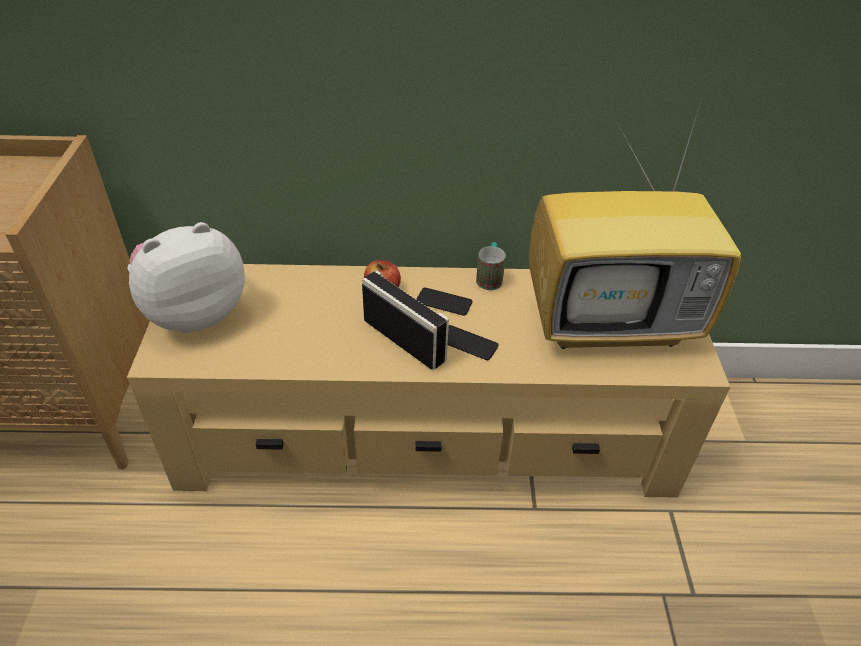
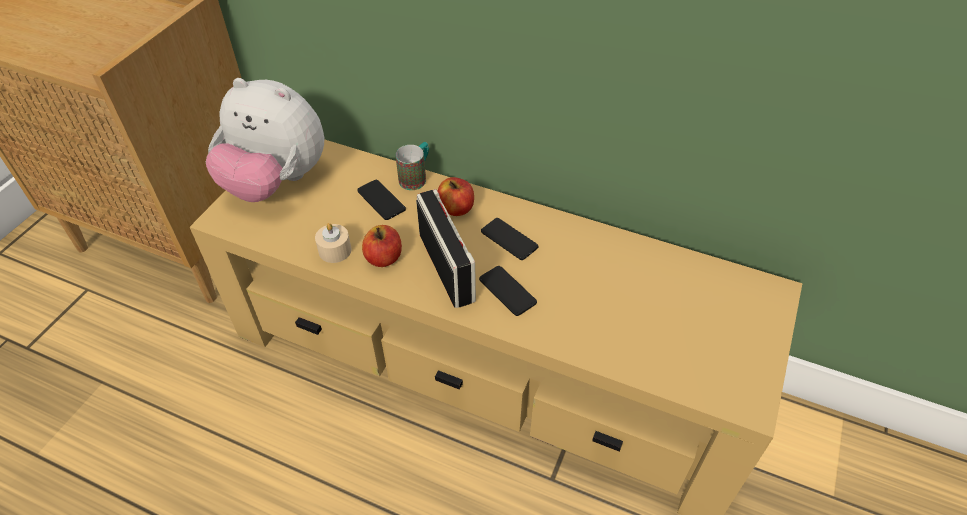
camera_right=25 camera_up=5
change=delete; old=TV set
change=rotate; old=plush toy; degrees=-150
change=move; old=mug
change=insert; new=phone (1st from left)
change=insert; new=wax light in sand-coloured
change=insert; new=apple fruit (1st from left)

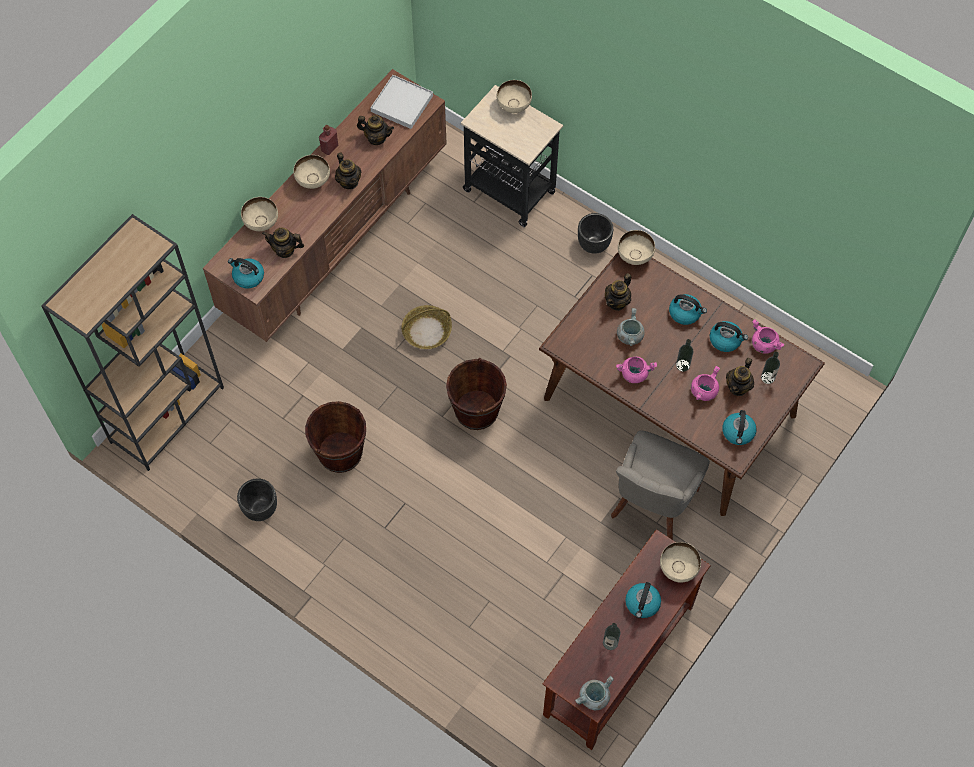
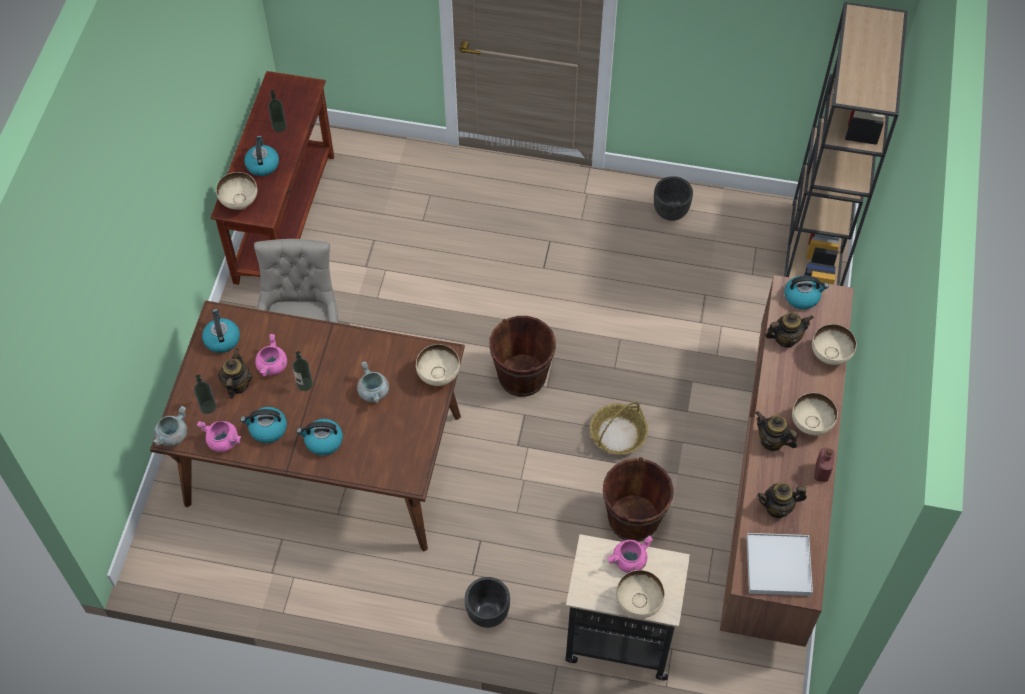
camera_right=155 camera_up=-5
change=move; old=deep dish in sand-coloured (4th from left in the first image); new=deep dish in sand-coloured (2nd from left)
change=delete; old=teapot (4th from left)
change=move; old=saucepot in pink-coloured (1st from left in the first image); new=saucepot in pink-coloured (3rd from left)
change=move; old=water bucket in brown (1st from left in the first image); new=water bucket in brown (2nd from left)
change=move; old=saucepot in greyish (1st from left)

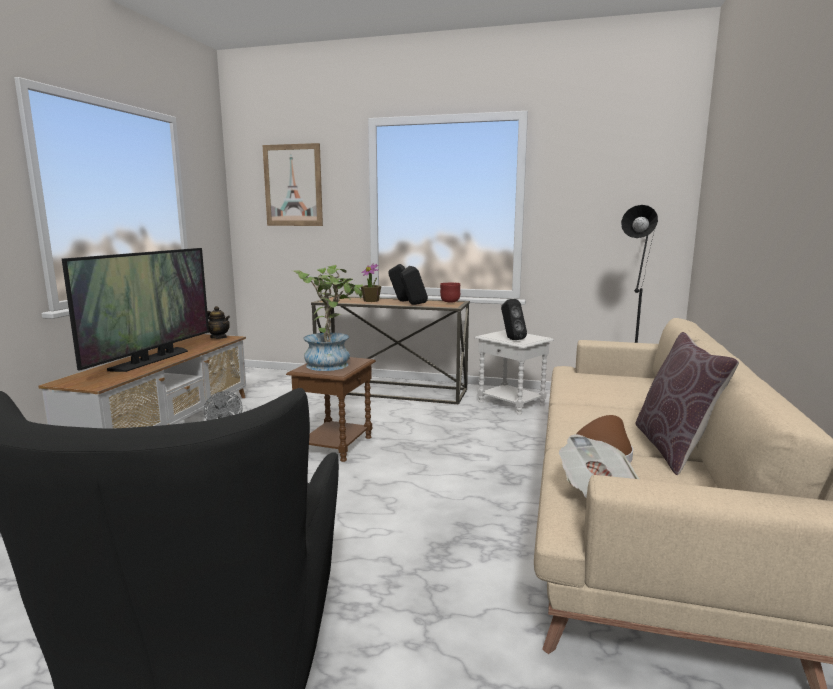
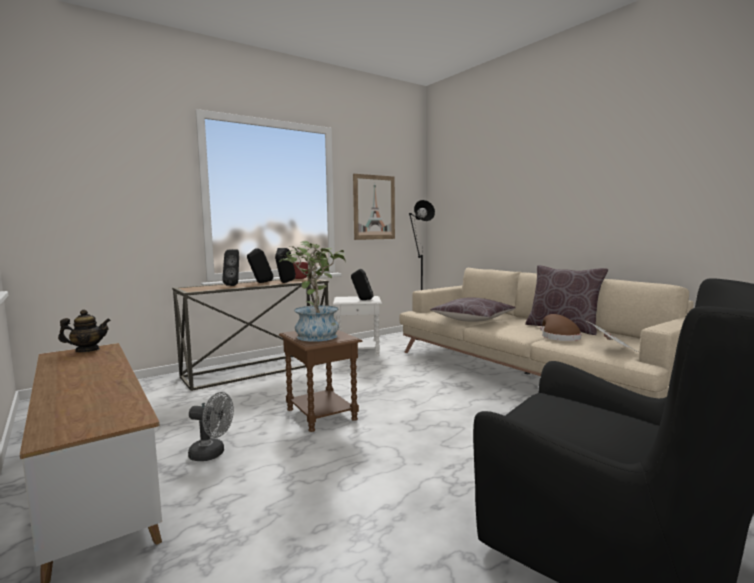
camera_right=-50 camera_up=-5
change=move; old=wall art
change=delete; old=TV set
change=replace; old=potted plant (2nd from left); new=loudspeaker in black (1st from left)
change=insert; new=pillow in brown (1st from left)

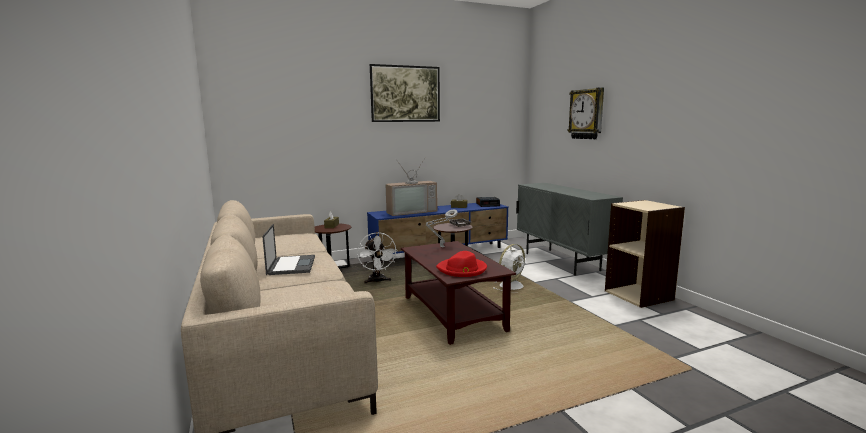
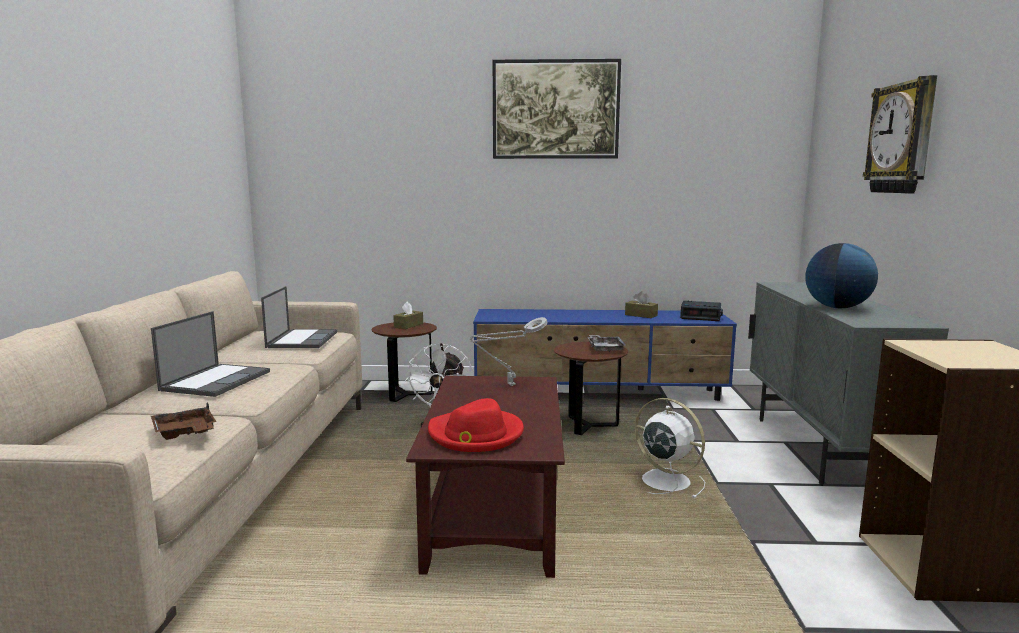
camera_right=25 camera_up=0
change=delete; old=TV set
change=rotate; old=cooling fan in white (2nd from left); degrees=-120
change=insert; new=globe
change=insert; new=portable computer (2nd from left)
change=insert; new=serving tray in brown

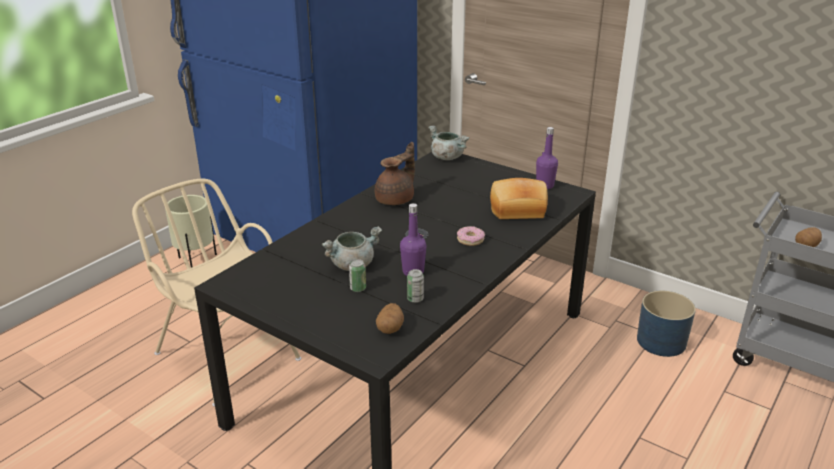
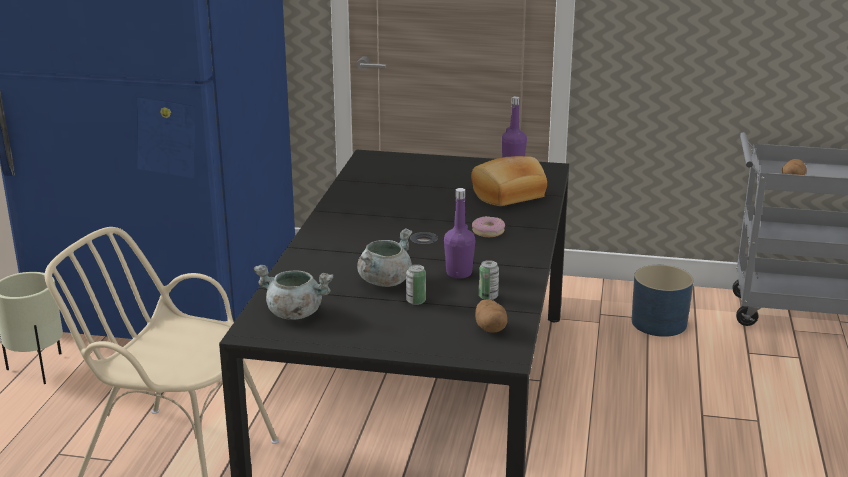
camera_right=-25 camera_up=-5
change=move; old=saucepot in greyish (2nd from left in the first image); new=saucepot in greyish (1st from left)
change=delete; old=teapot in brown

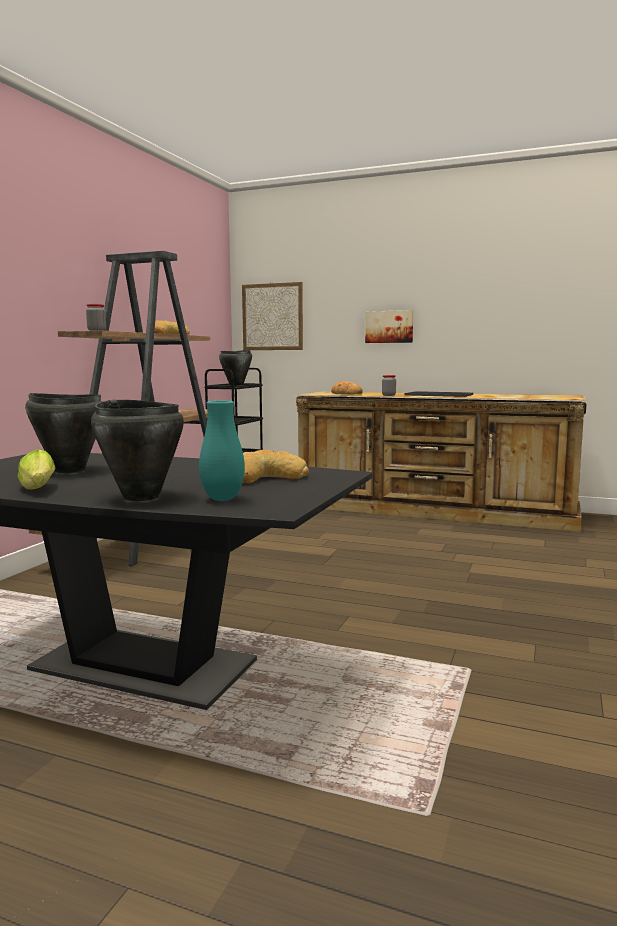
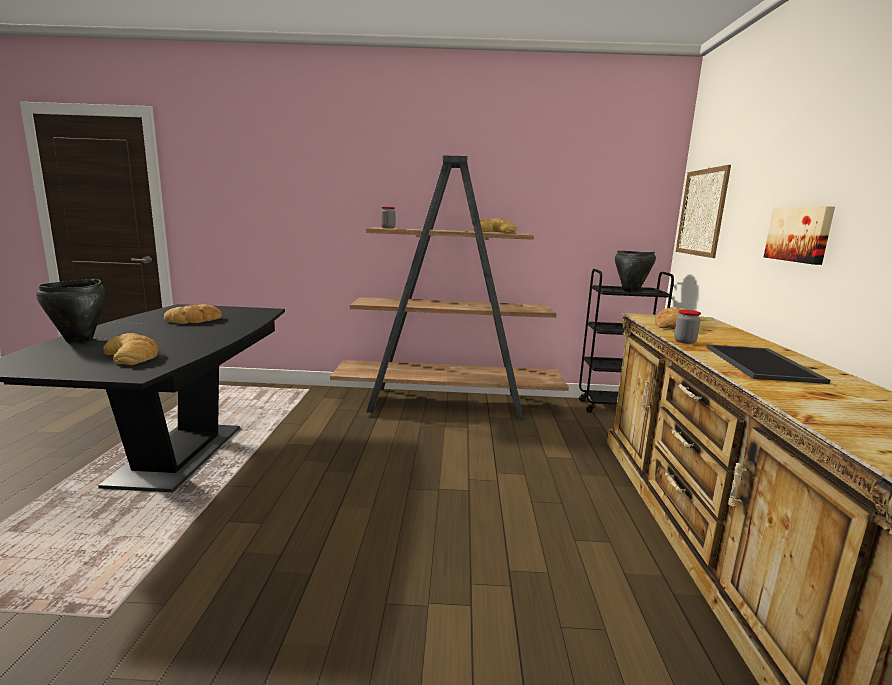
camera_right=70 camera_up=5
change=replace; old=saucepot in black (1st from left); new=baked bread (2nd from left)
change=delete; old=vase in blue-green
change=delete; old=head of lettuce

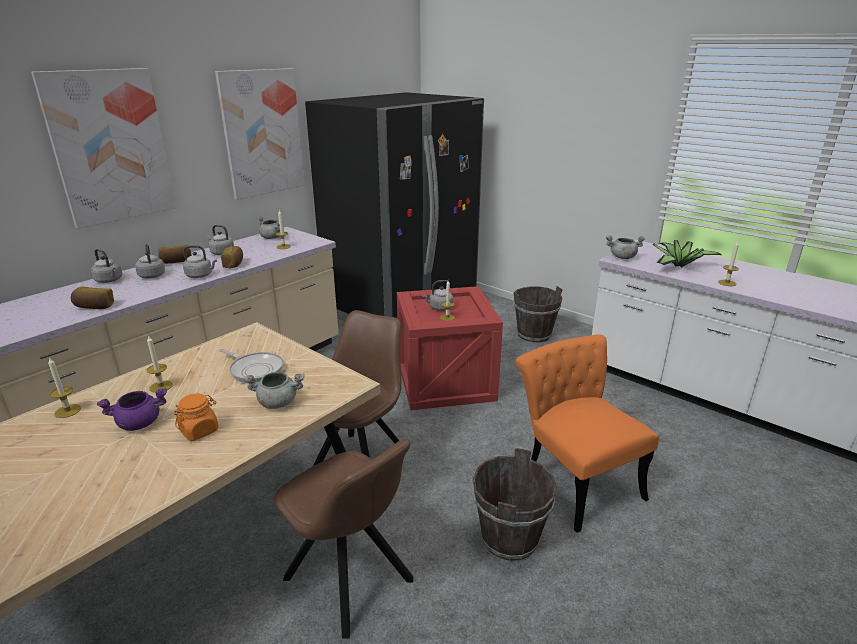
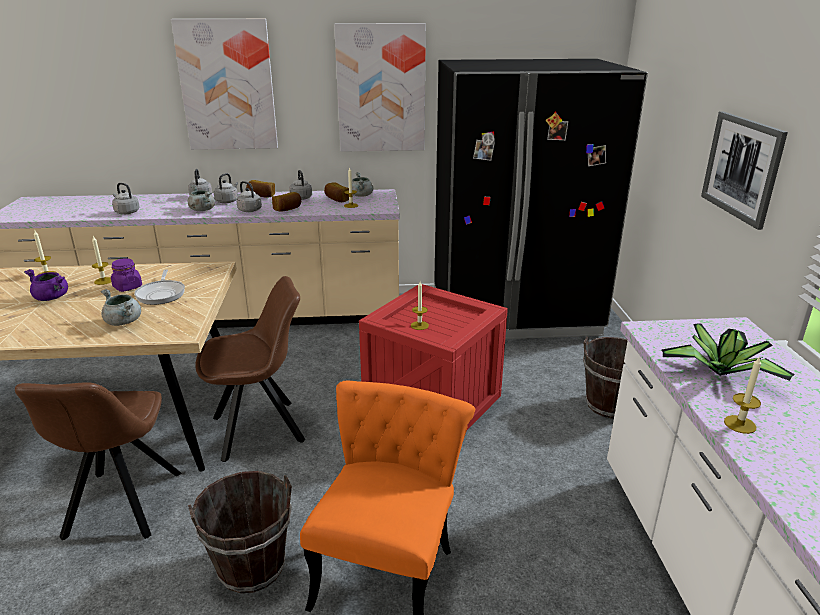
camera_right=45 camera_up=0
change=move; old=saucepot in greyish (3rd from left in the first image); new=saucepot in greyish (2nd from left)
change=move; old=tea kettle in greyish (5th from left in the first image); new=tea kettle in greyish (1st from left)
change=move; old=baked bread (1st from left in the first image); new=baked bread (3rd from left)
change=delete; old=jar in orange-coloured
change=insert; new=wall art (3rd from left)
change=insert; new=jar in purplish

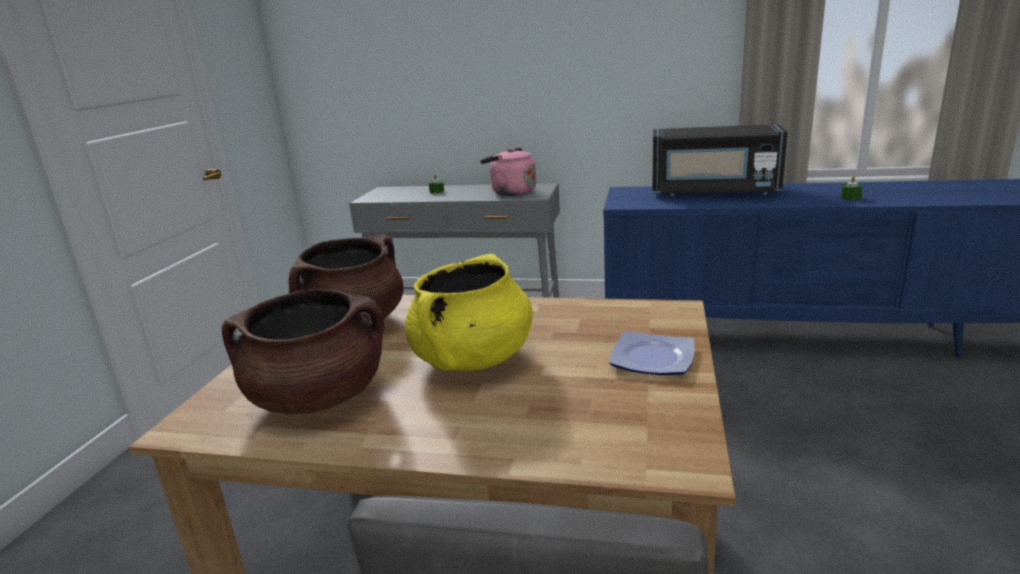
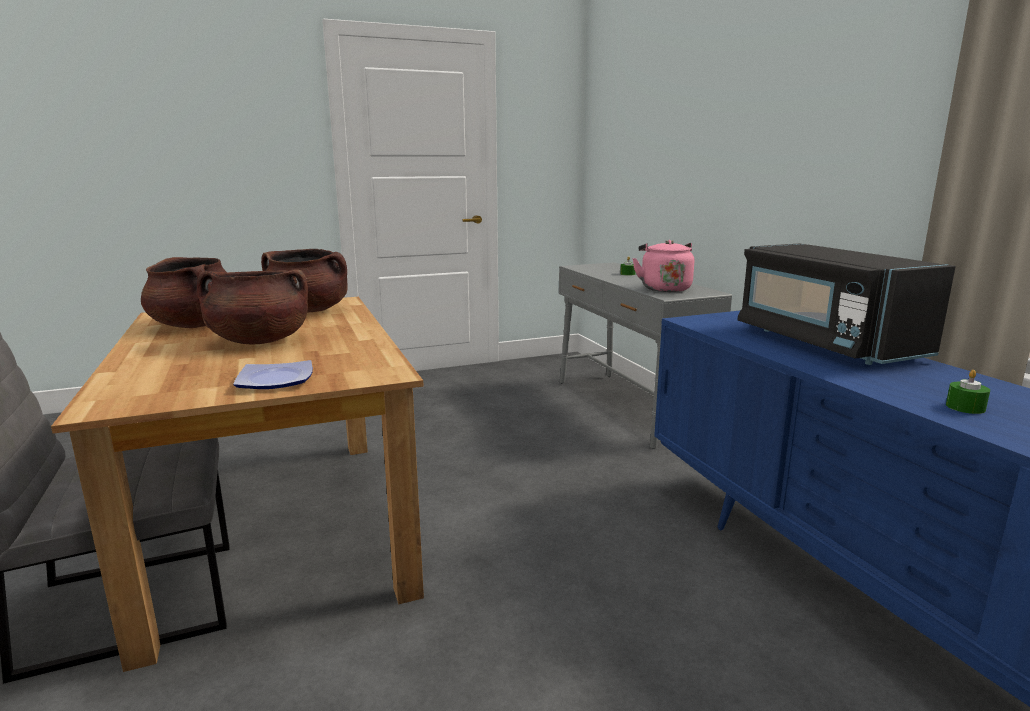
camera_right=55 camera_up=-5
change=recolor; old=saucepot in yellowish; new=saucepot in brown (2nd from left)

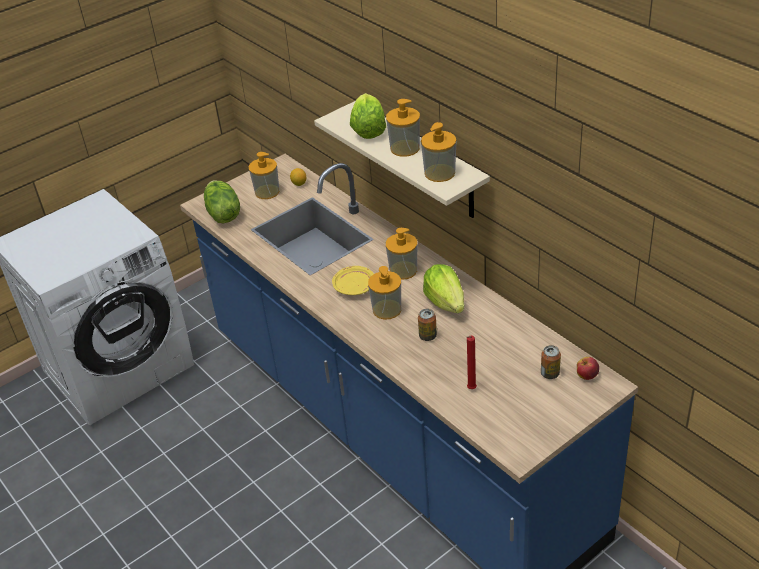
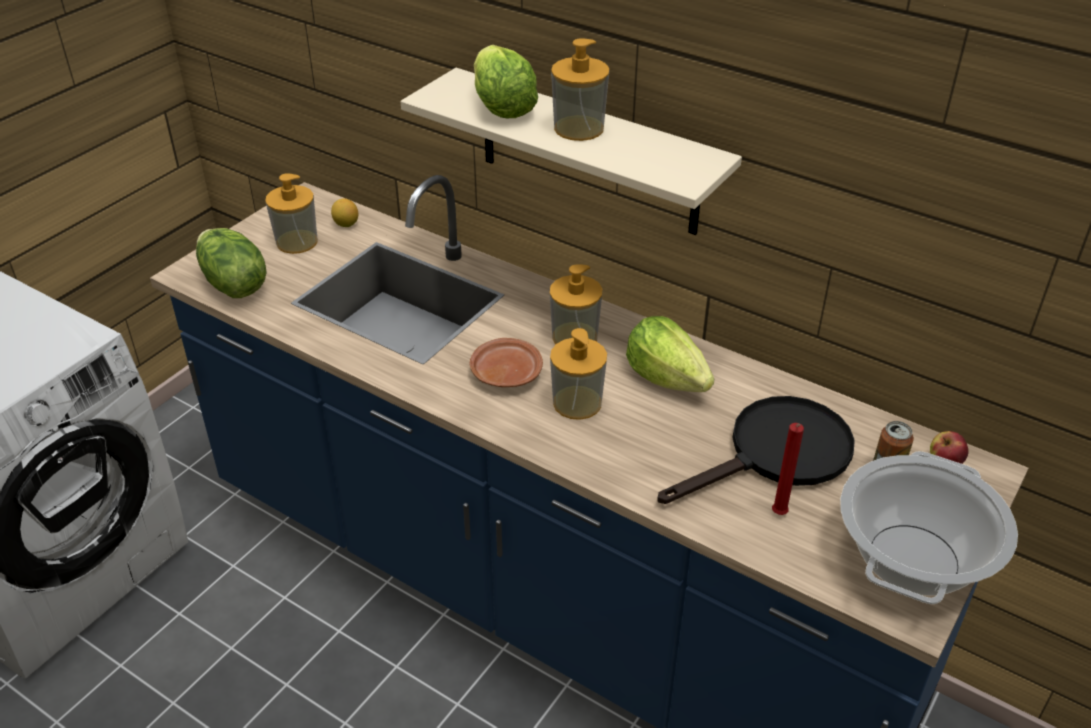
camera_right=-20 camera_up=0
change=delete; old=soap bottle (5th from left)
change=recolor; old=flat dish in yellowish; new=flat dish in brown
change=delete; old=sealed can (1st from left)
change=insert; new=frying pan in black
change=insert; new=saucepot

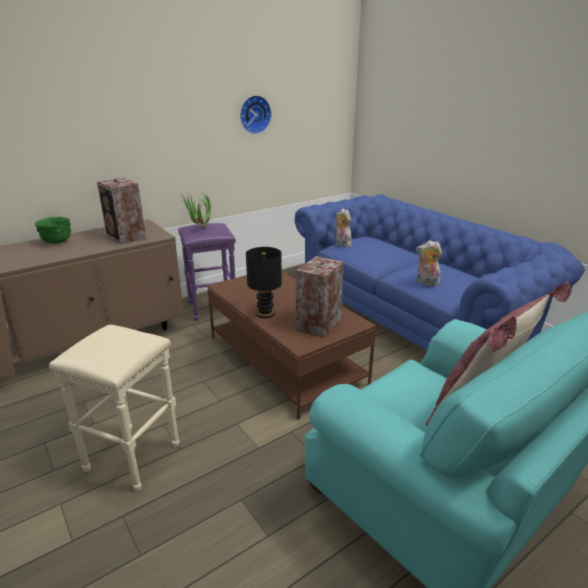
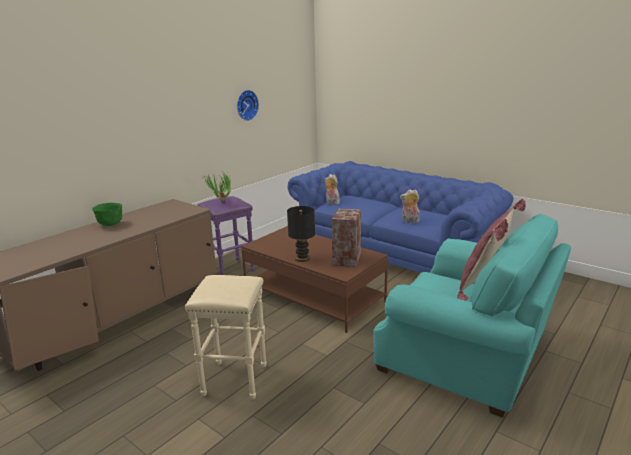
camera_right=-15 camera_up=-5
change=delete; old=loudspeaker (1st from left)

